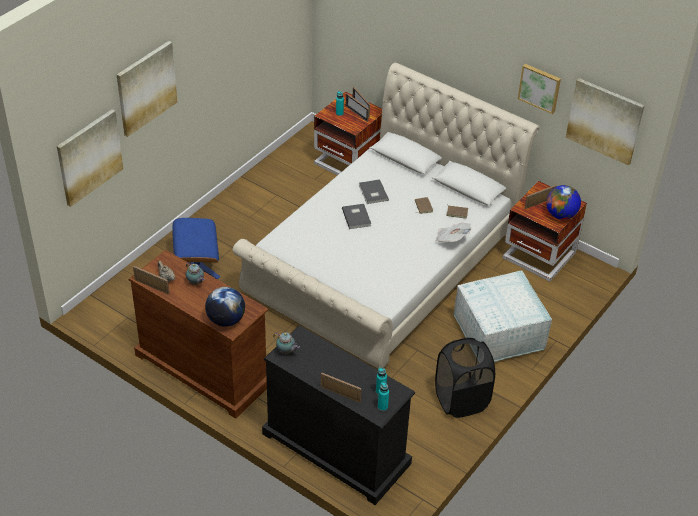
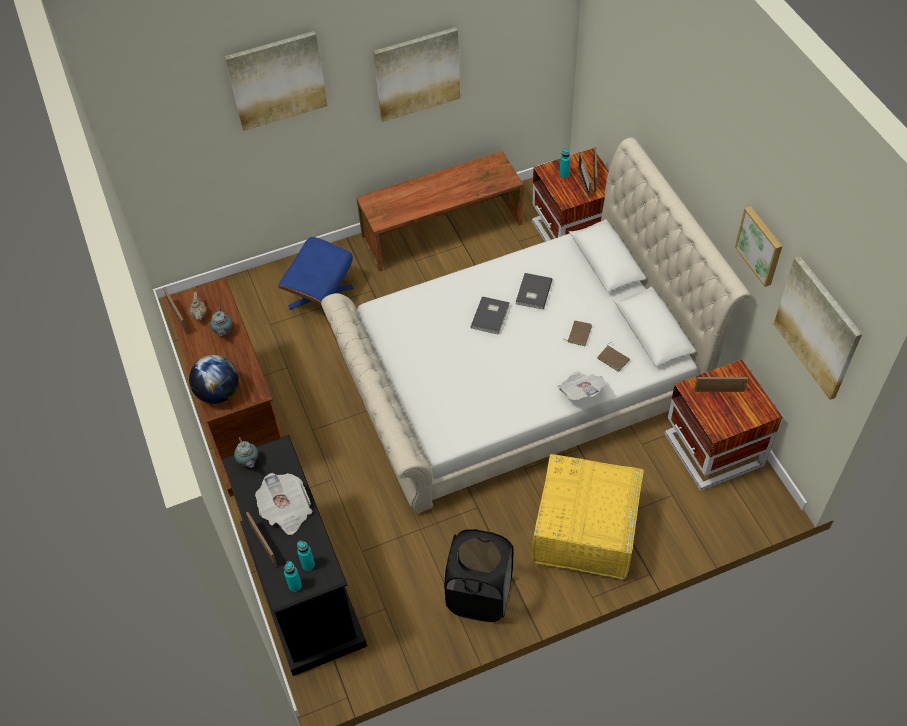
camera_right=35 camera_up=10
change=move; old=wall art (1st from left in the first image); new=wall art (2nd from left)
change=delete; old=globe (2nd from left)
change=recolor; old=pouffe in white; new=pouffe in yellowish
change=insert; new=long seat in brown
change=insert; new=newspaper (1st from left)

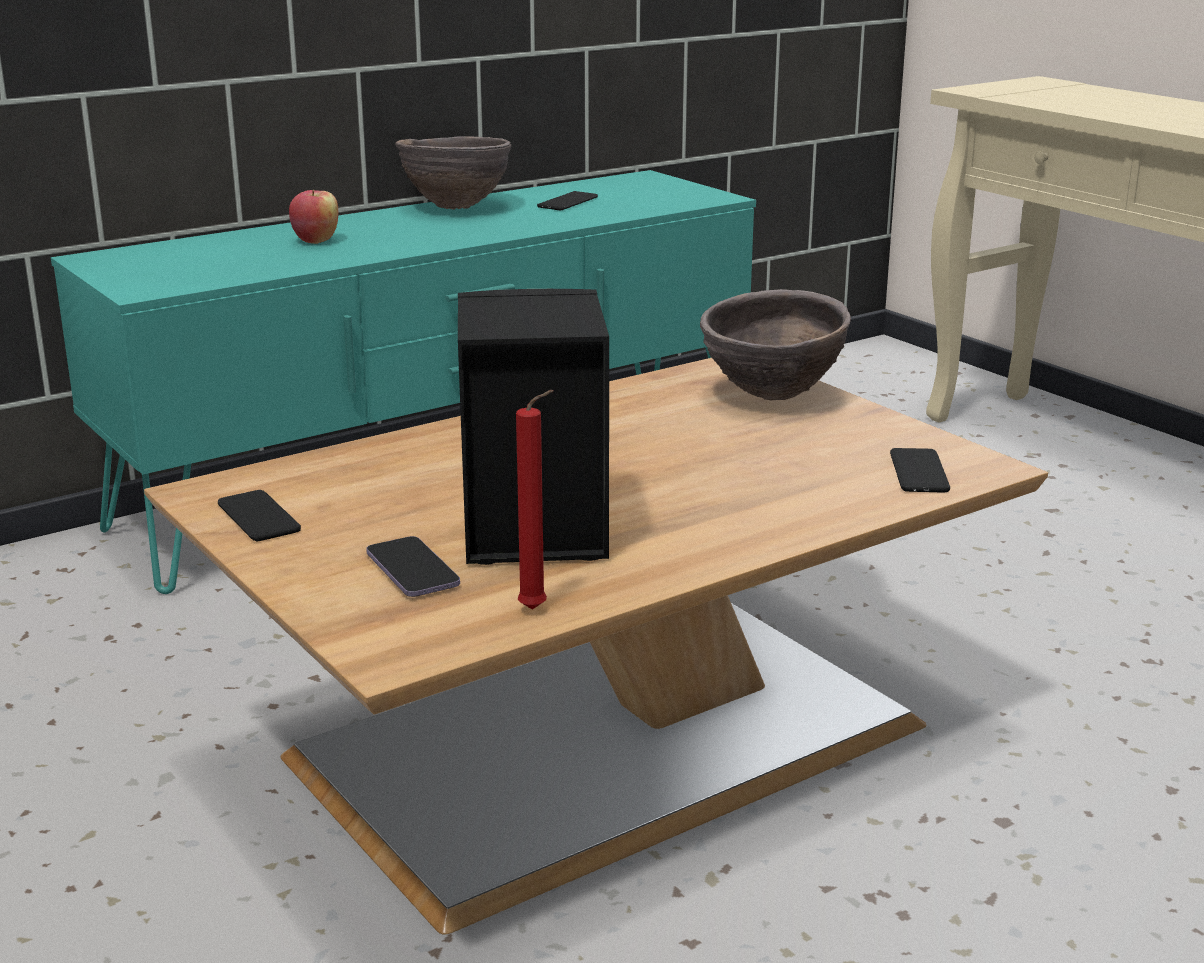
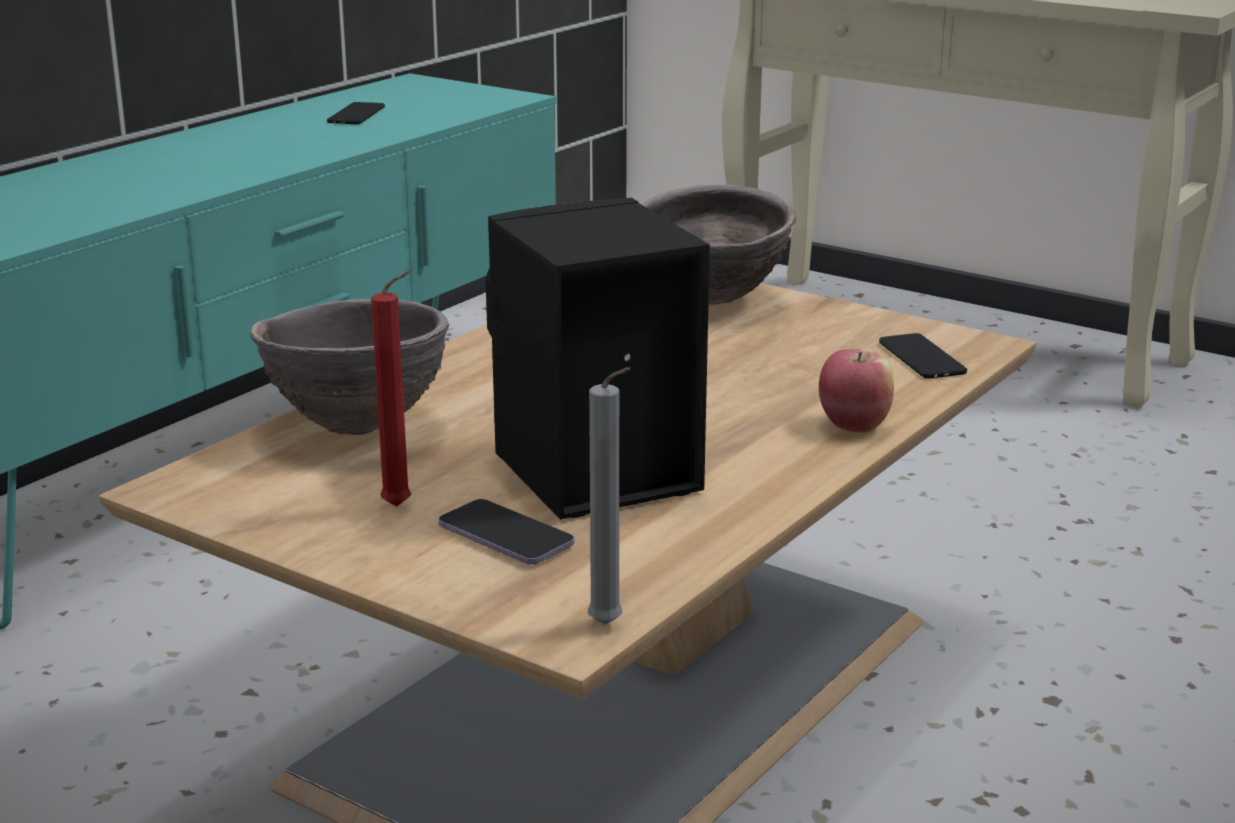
camera_right=-20 camera_up=0
change=move; old=deep dish in brown (1st from left)
change=move; old=apple fruit
change=move; old=wax light in red-coloured
change=delete; old=phone (1st from left)
change=insert; new=wax light in greyish

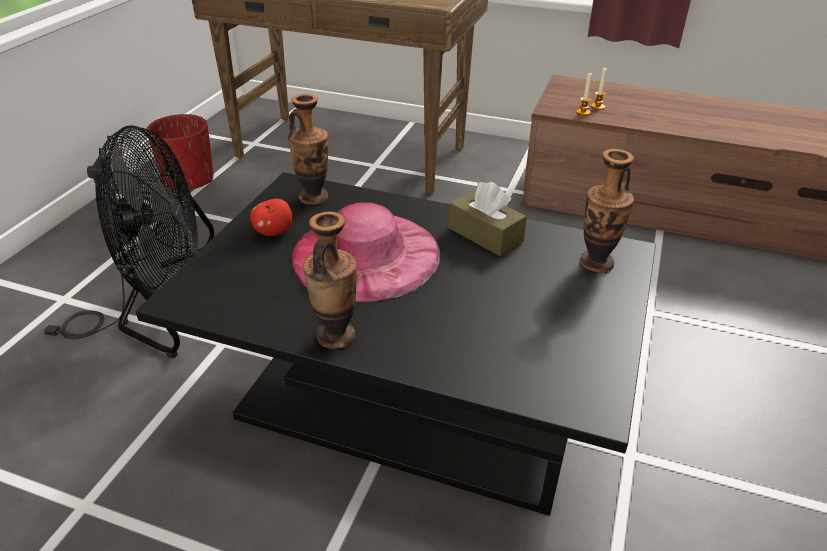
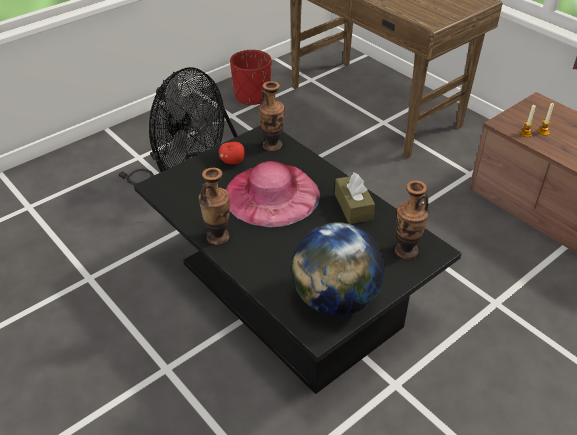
camera_right=30 camera_up=5
change=insert; new=globe

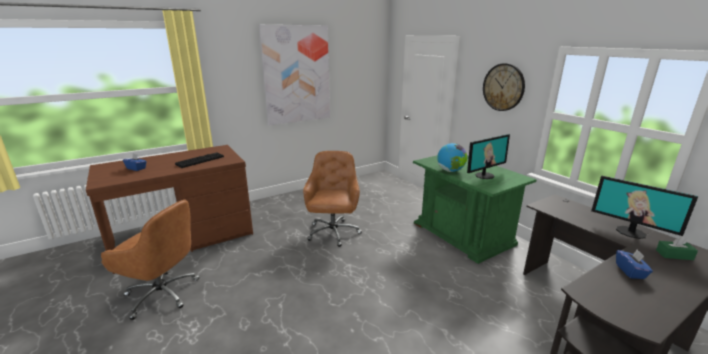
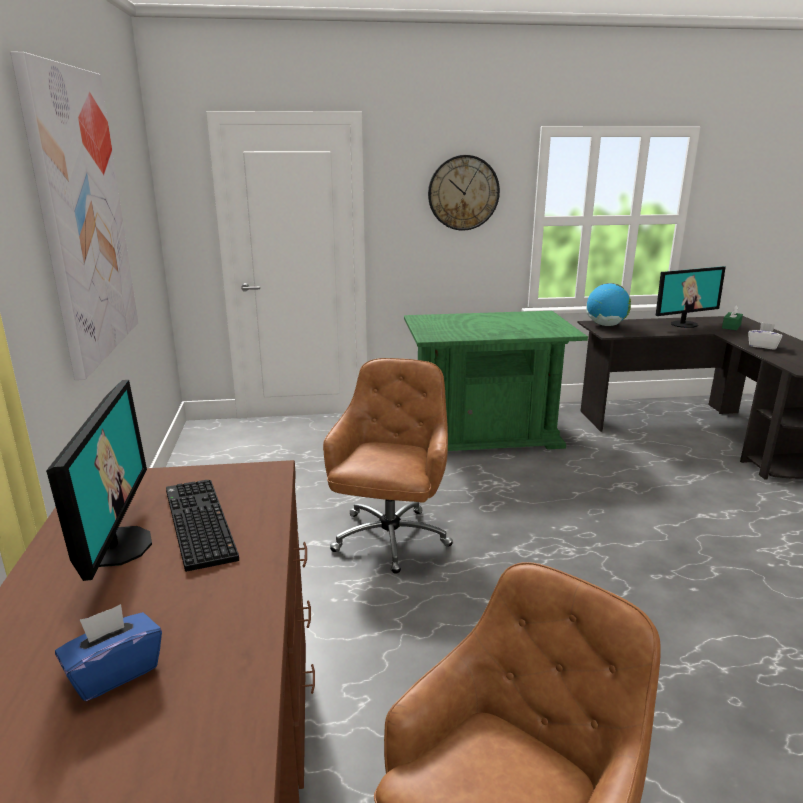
camera_right=-65 camera_up=0
change=move; old=computer screen (1st from left)
change=move; old=globe
change=rotate; old=computer chair in brown (2nd from left in the first image); degrees=75
change=recolor; old=box of tissues in blue (2nd from left); new=box of tissues in white

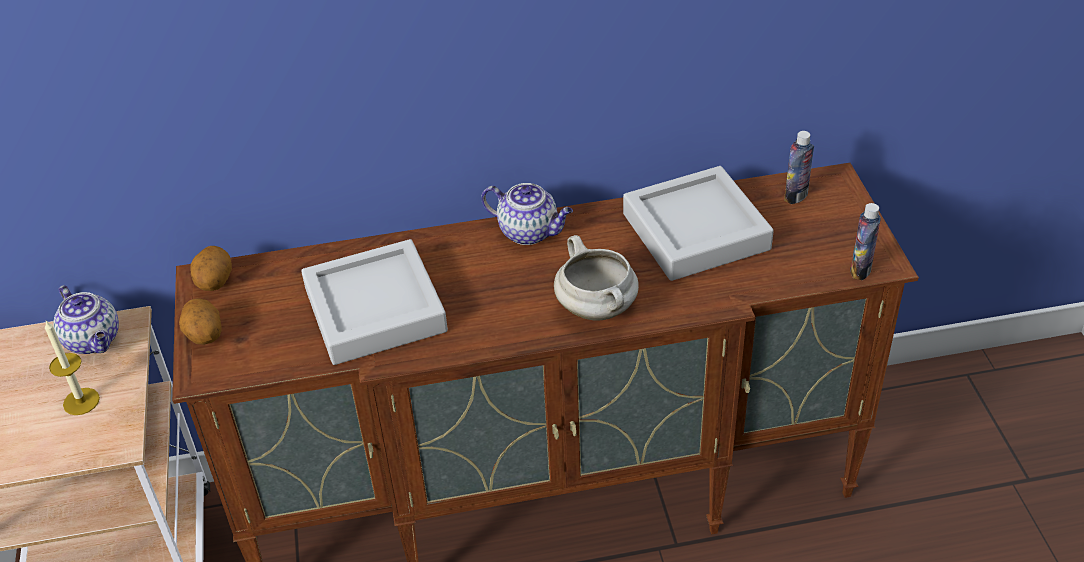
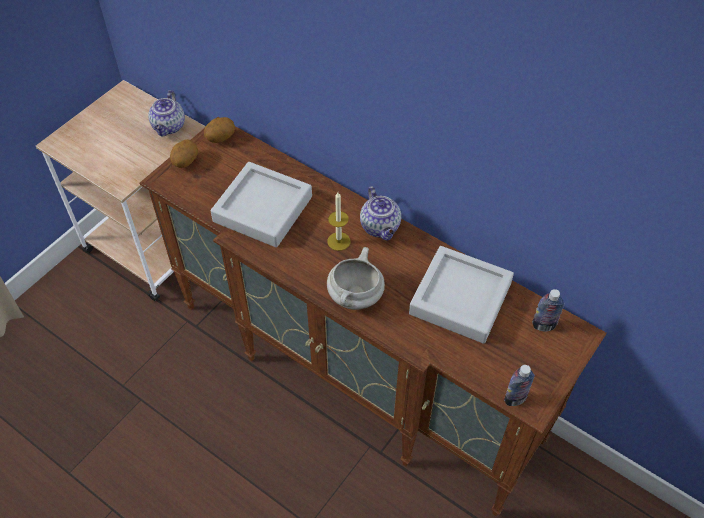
camera_right=45 camera_up=10
change=move; old=wax light

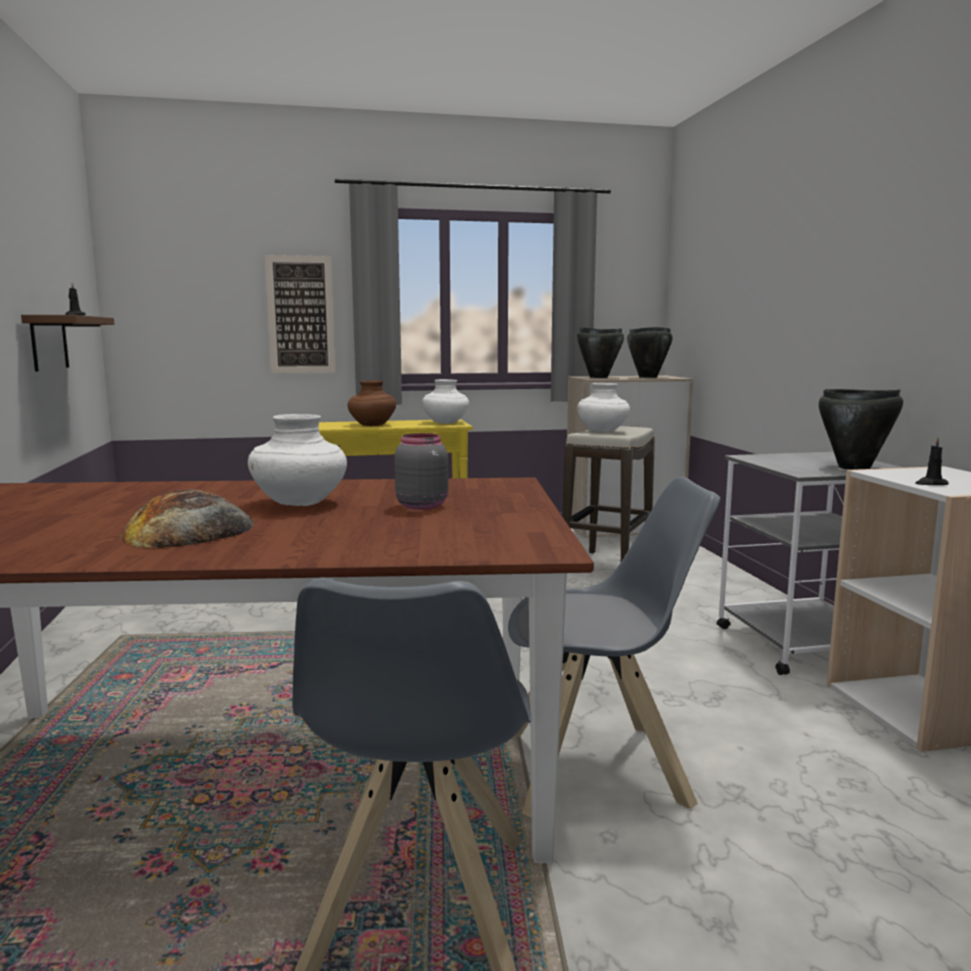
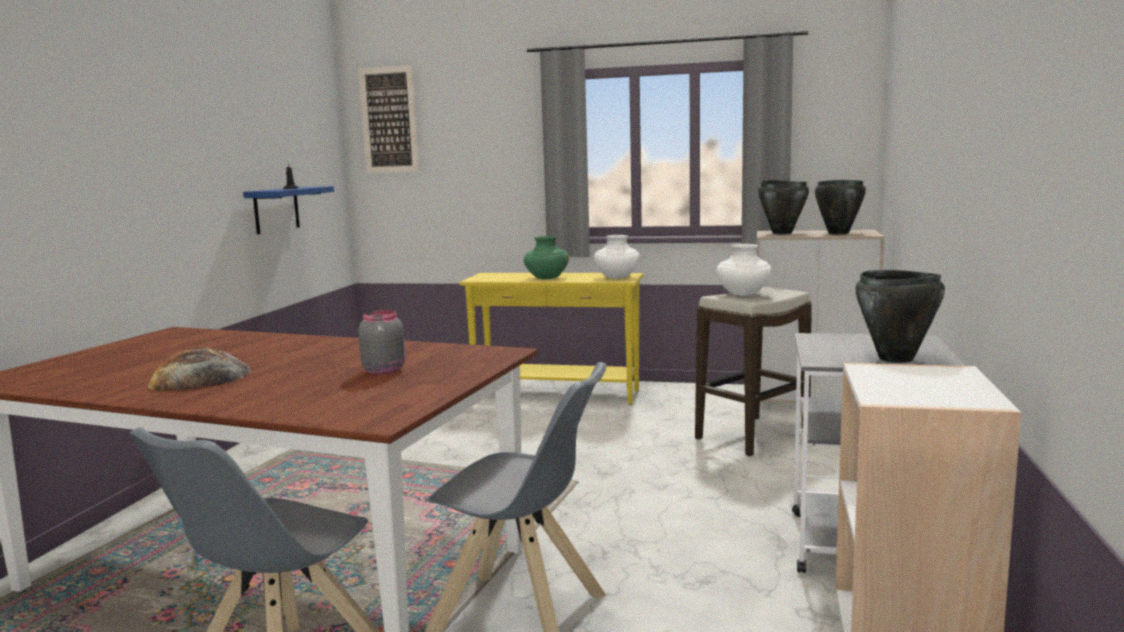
camera_right=25 camera_up=0
change=move; old=wall art
change=recolor; old=bracket shelf in brown; new=bracket shelf in blue
change=recolor; old=vase in brown; new=vase in green
change=delete; old=vase in white (1st from left)
change=delete; old=wax light in black (2nd from left)

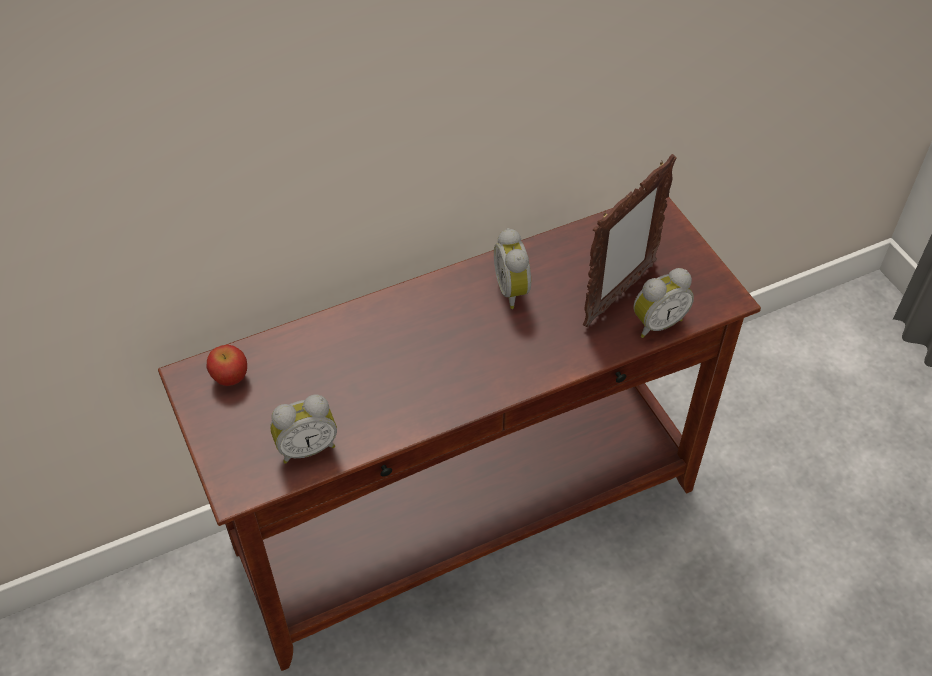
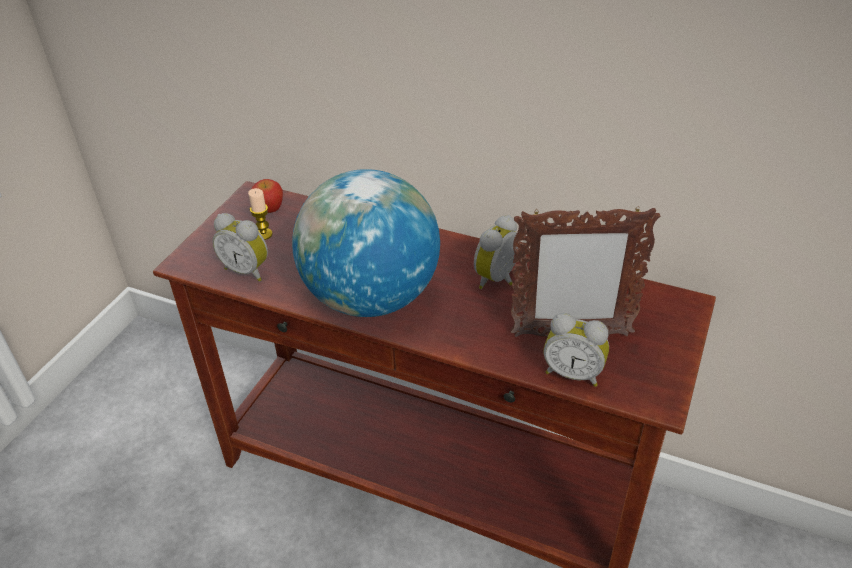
camera_right=50 camera_up=-10
change=insert; new=globe
change=insert; new=wax light

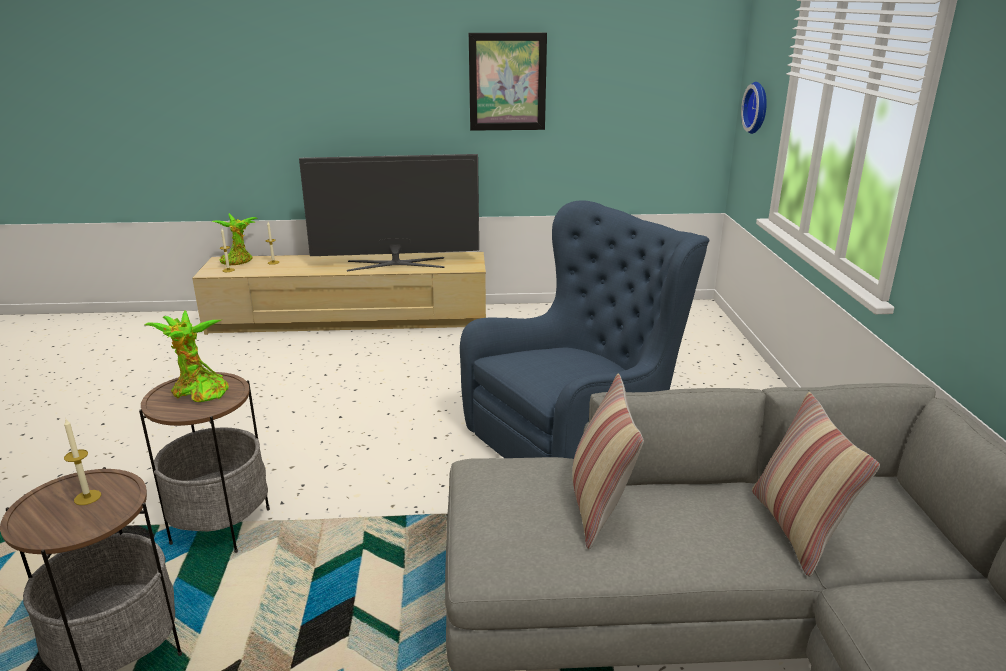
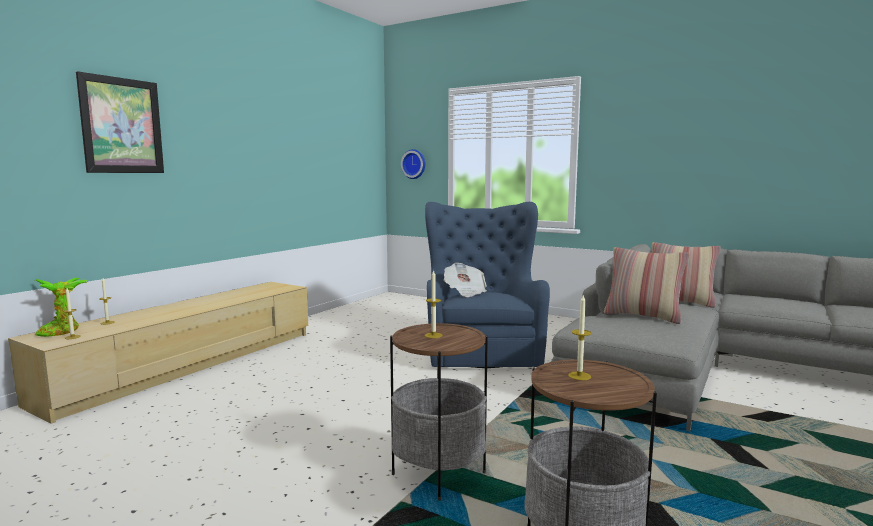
camera_right=-55 camera_up=-15
change=move; old=wall art
change=delete; old=TV set
change=replace; old=potted plant (1st from left); new=wax light (3rd from left)
change=insert; new=newspaper

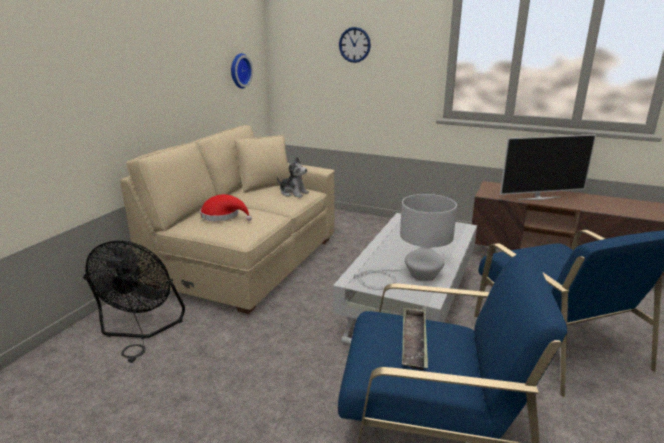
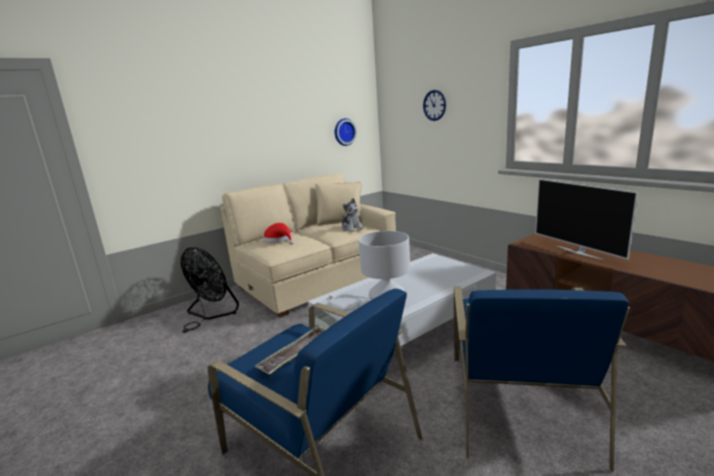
camera_right=30 camera_up=-5
change=rotate; old=TV set; degrees=45

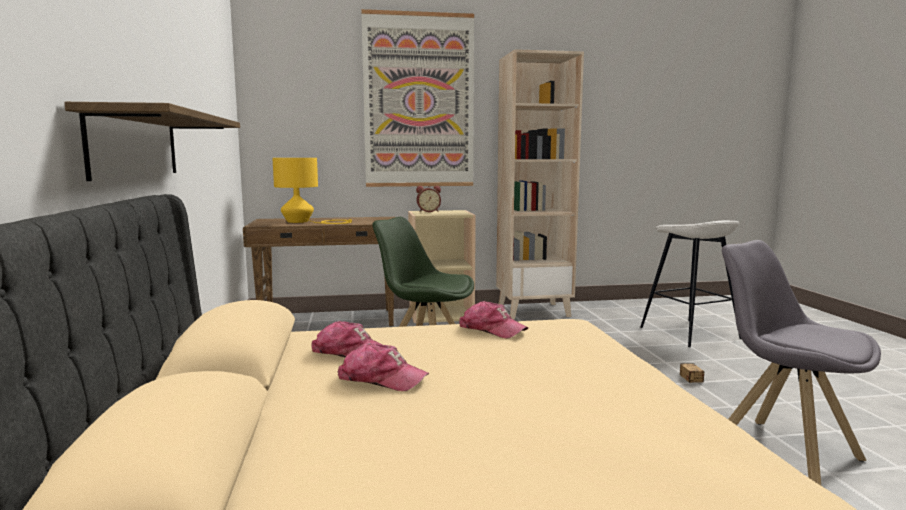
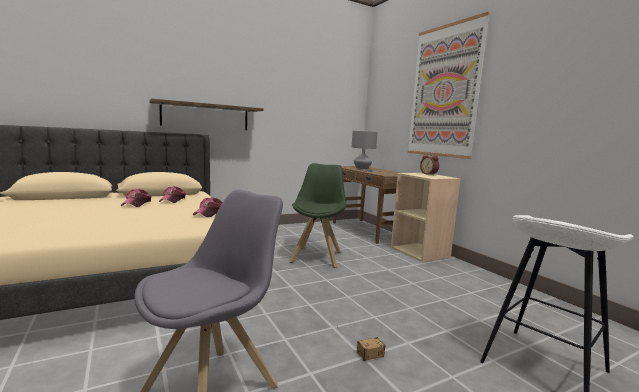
camera_right=70 camera_up=0
change=delete; old=bookcase in sand-coloured (2nd from left)
change=recolor; old=table lamp in yellowish; new=table lamp in greyish

